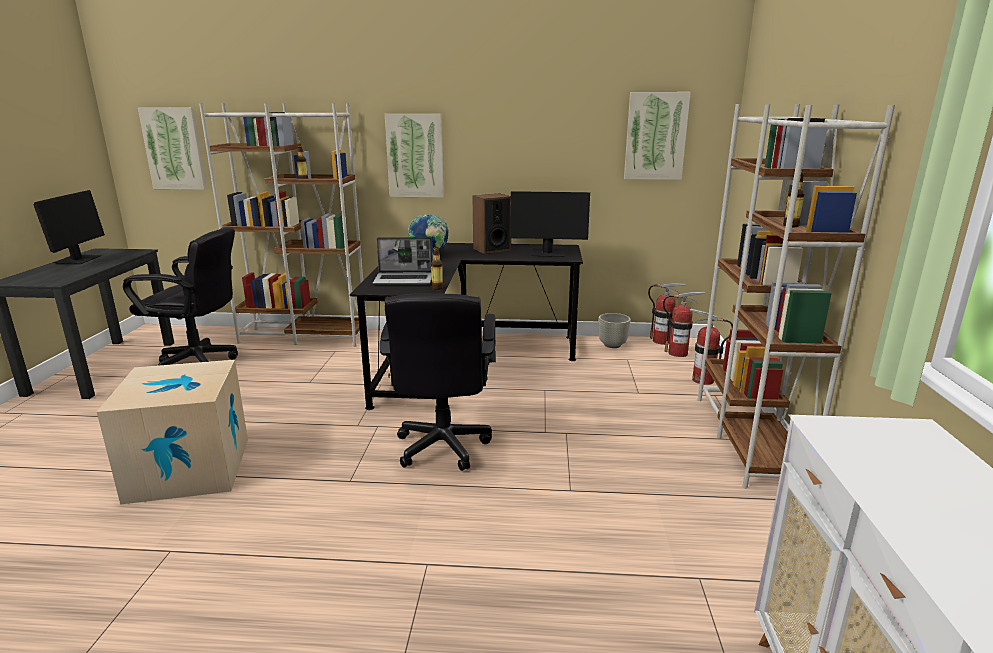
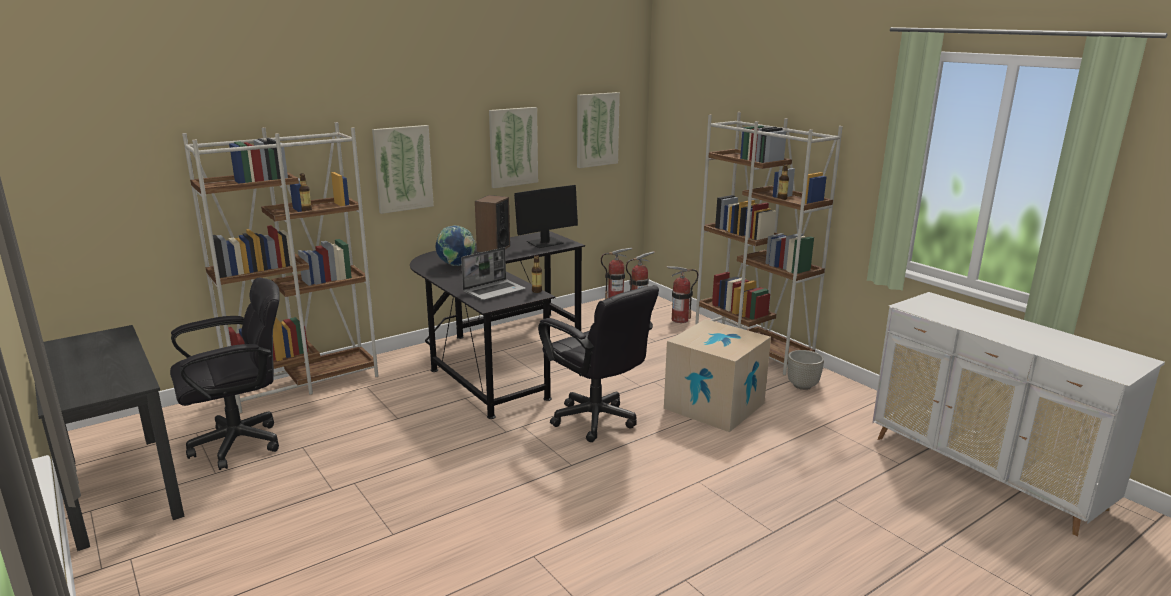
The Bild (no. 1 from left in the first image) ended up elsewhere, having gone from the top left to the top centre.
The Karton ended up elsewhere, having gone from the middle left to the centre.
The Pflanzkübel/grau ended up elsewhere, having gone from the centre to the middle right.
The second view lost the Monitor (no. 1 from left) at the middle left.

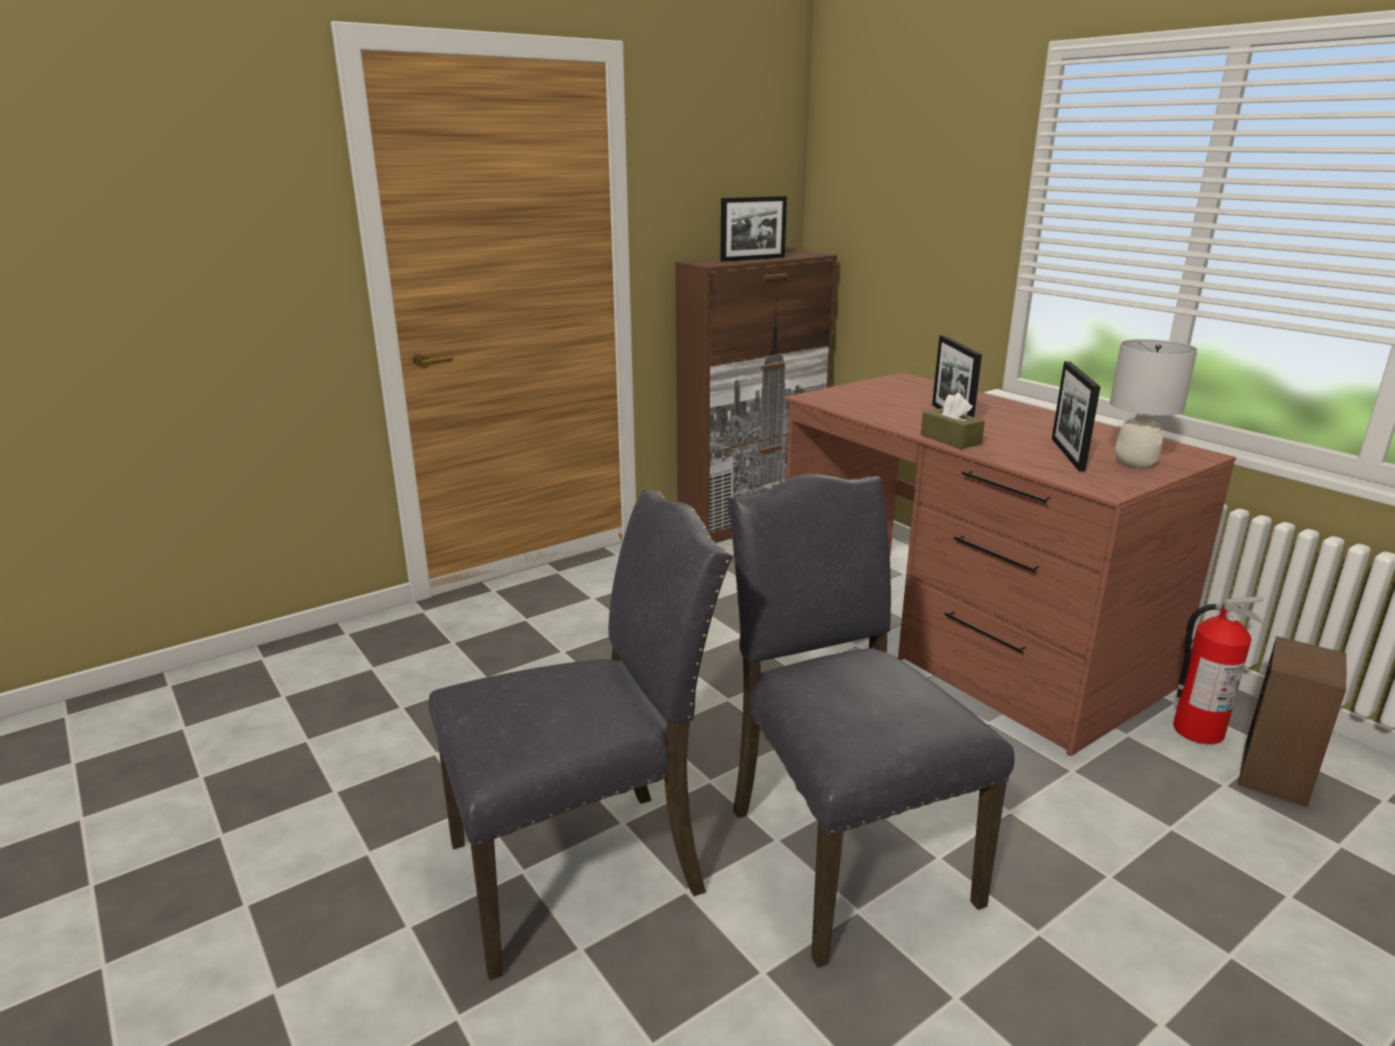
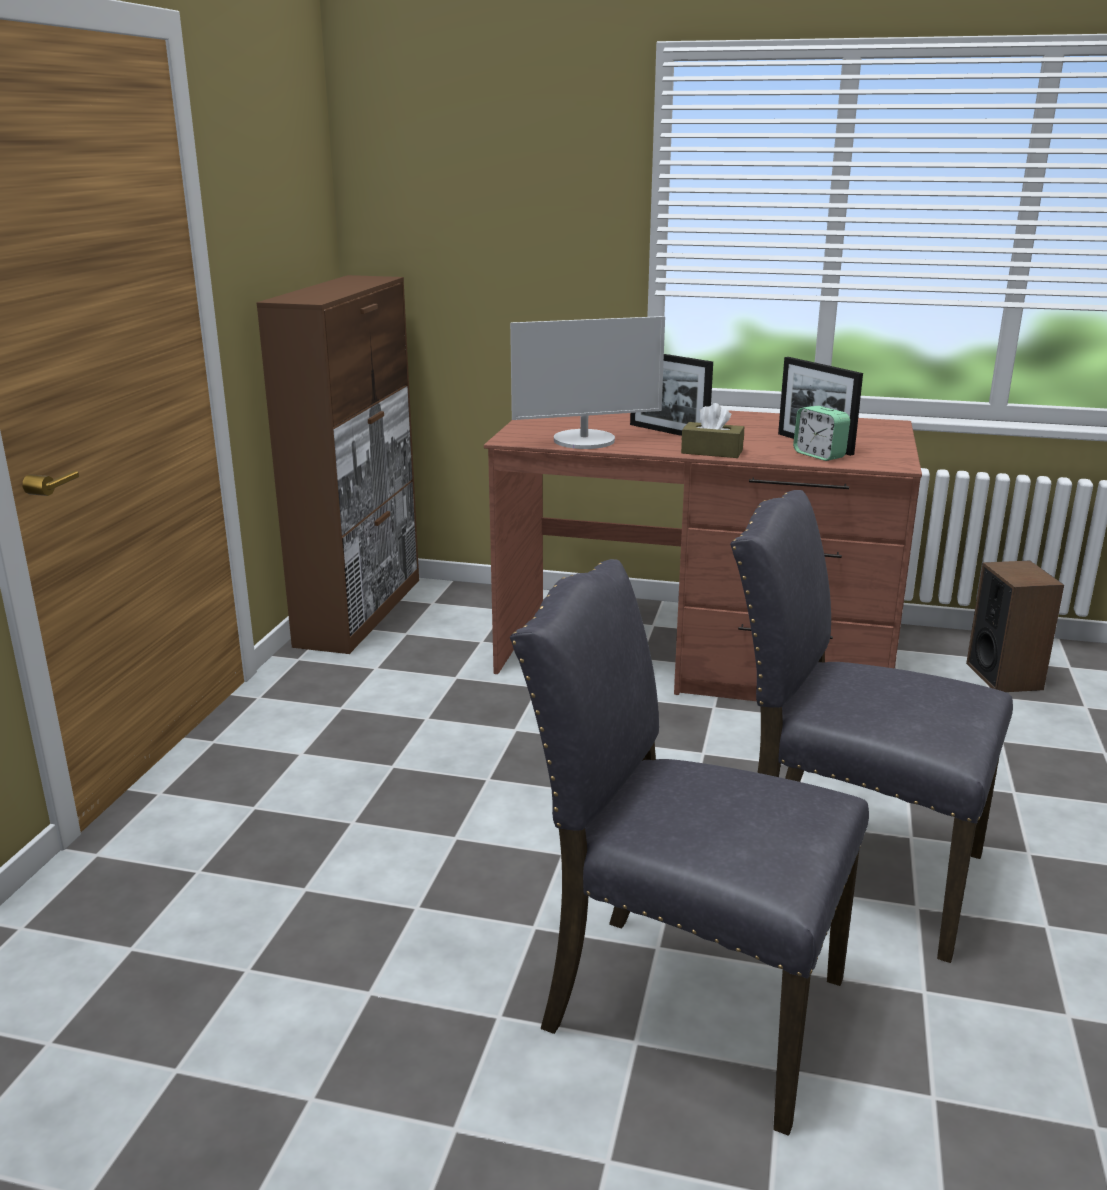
The second view gained the Monitor at the top centre.
The Stuhl/grau (no. 1 from left) at the bottom centre ended up facing another way, 90 degrees counterclockwise from before.
The second view gained the Wecker at the middle right.
The second view lost the Bilderrahmen (no. 1 from left) at the top centre.
The second view lost the Tischlampe/grau at the middle right.
The second view lost the Feuerlöscher at the middle right.

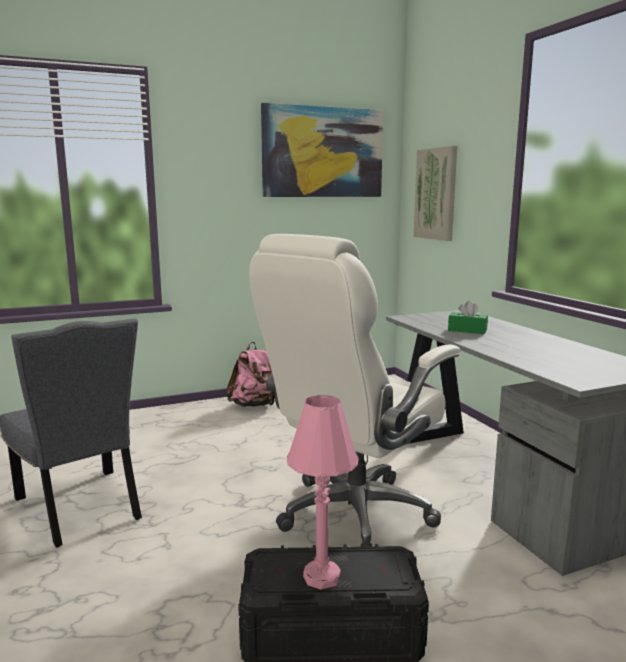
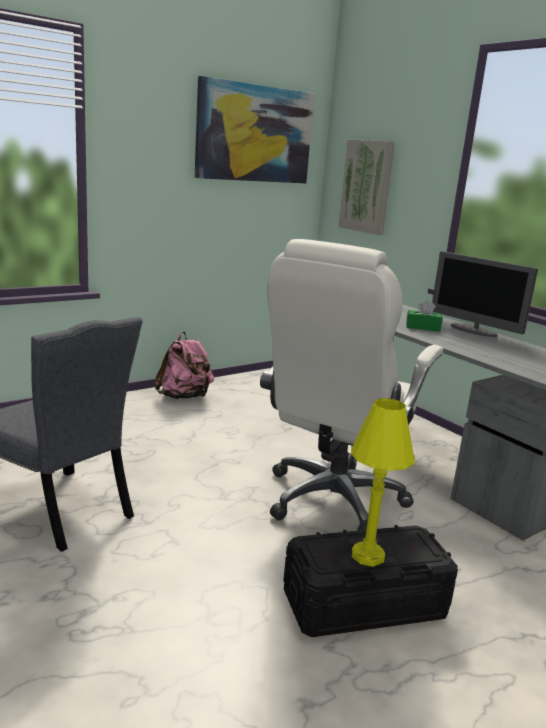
What was the Tischlampe/rosa at the bottom centre turned into the Tischlampe/gelb at the middle right.
The second view gained the Monitor at the middle right.

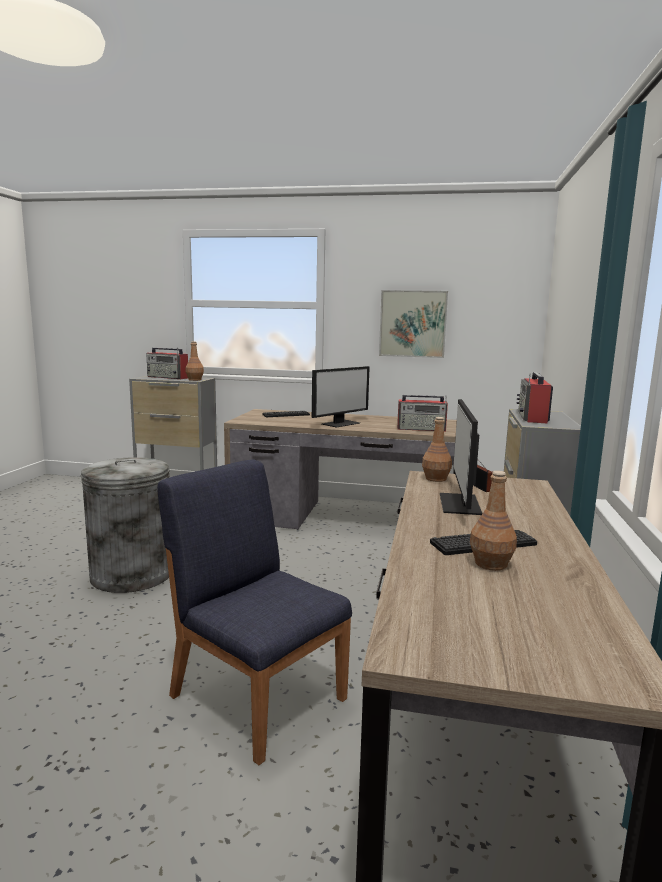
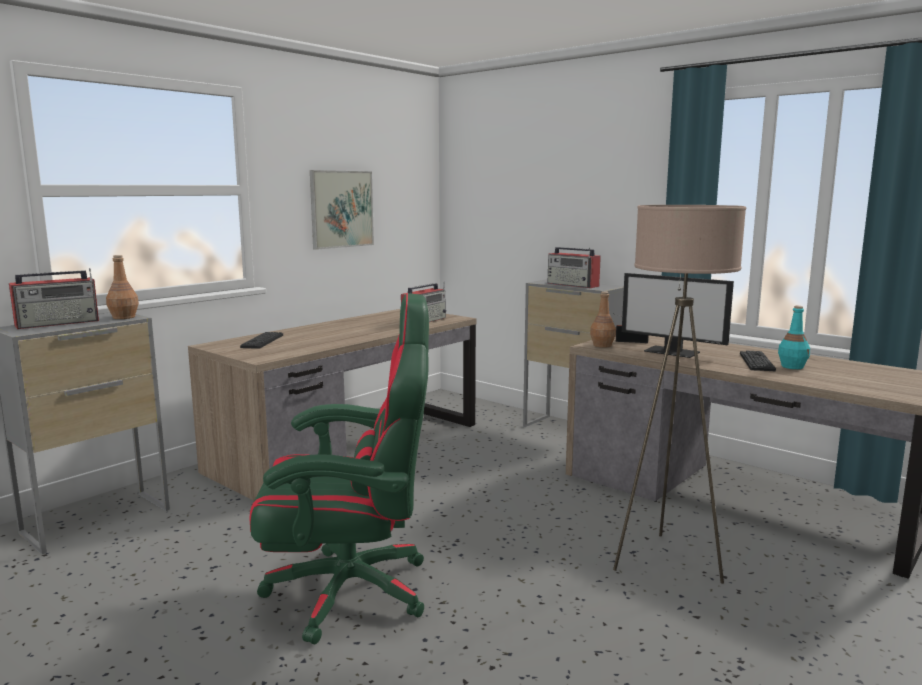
Where the Mülleimer/grau stood at the middle left, the Bürostuhl/grün came to stand at the bottom centre.
Where the Stuhl/blau stood at the bottom centre, the Stehlampe/beige came to stand at the middle right.
What was the Flasche/braun (no. 3 from left) at the middle right turned into the Flasche/türkis at the middle right.
The second view lost the Monitor (no. 1 from left) at the centre.

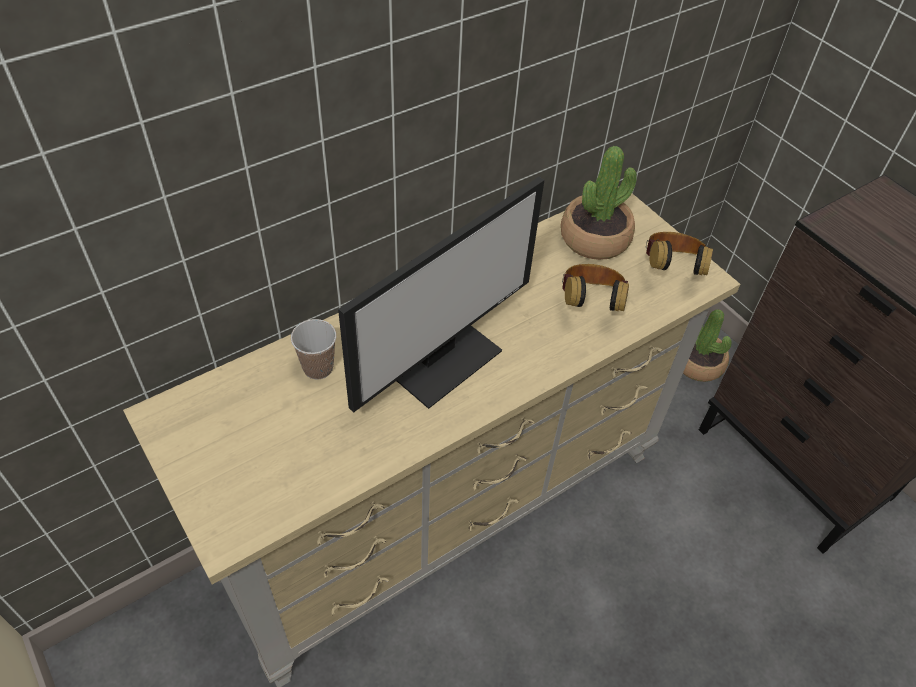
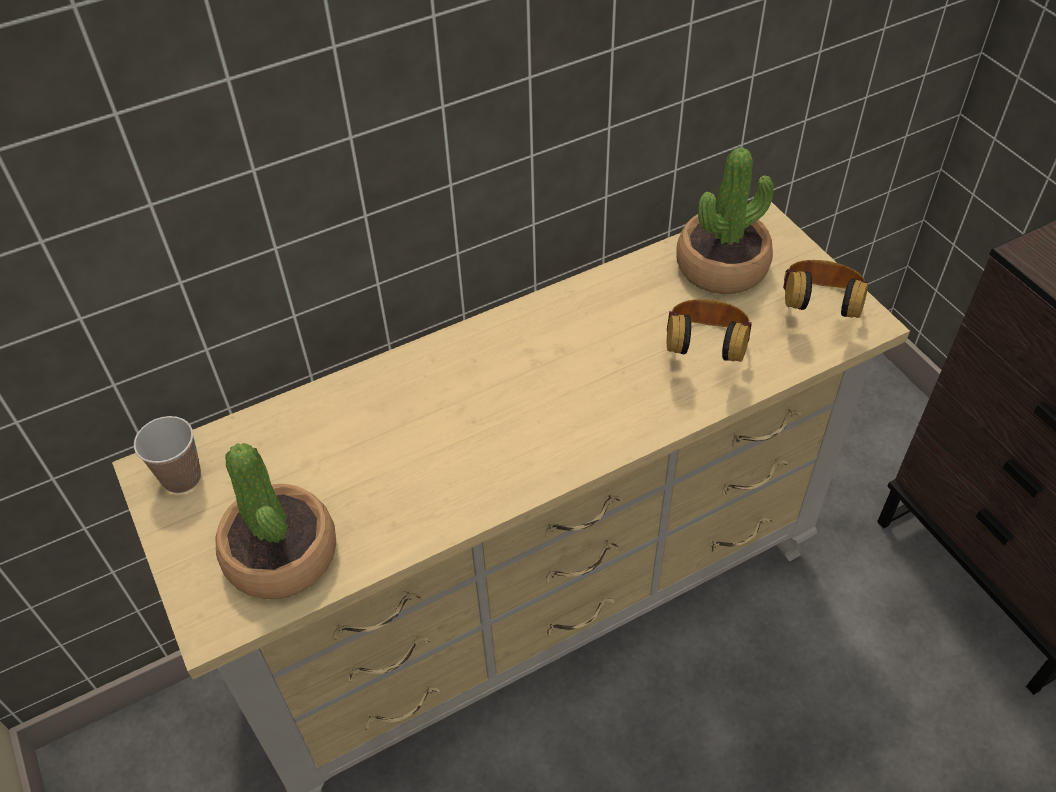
The Tasse ended up elsewhere, having gone from the centre to the middle left.
The Topfpflanze (no. 2 from left in the first image) ended up elsewhere, having gone from the middle right to the middle left.
The second view lost the Monitor at the centre.

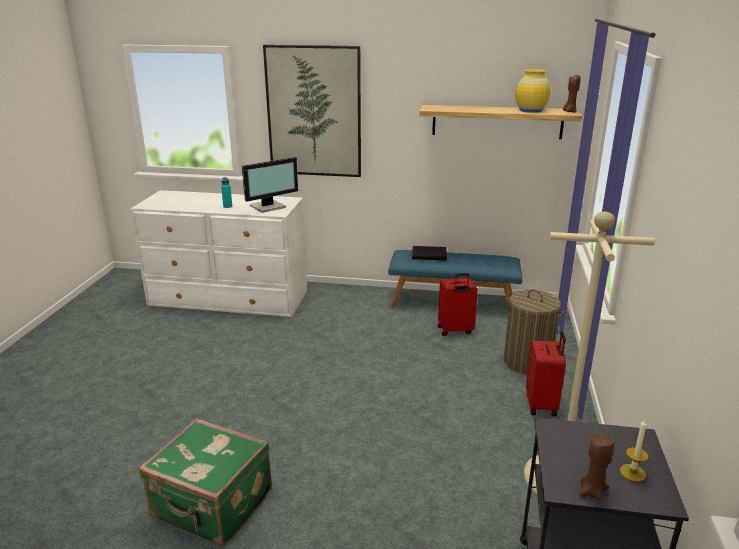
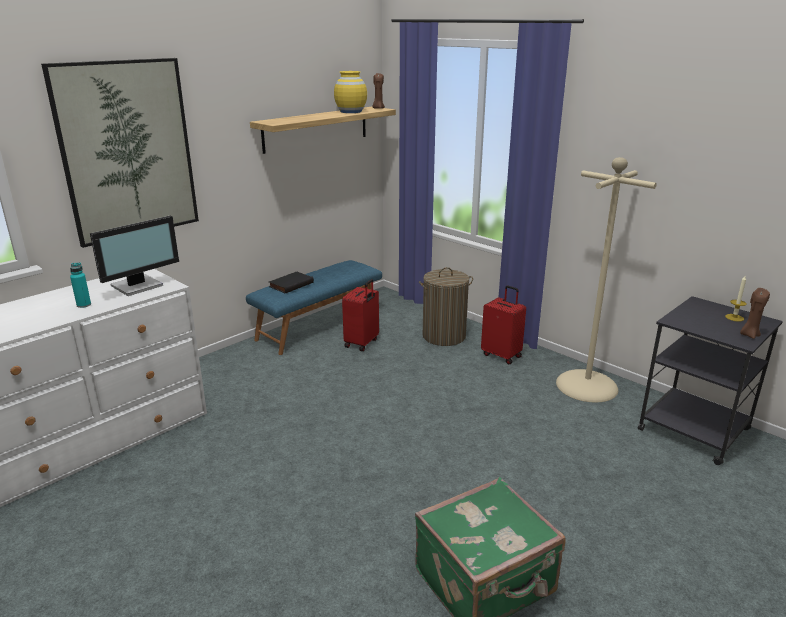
The Monitor at the centre ended up facing another way, 45 degrees clockwise from before.

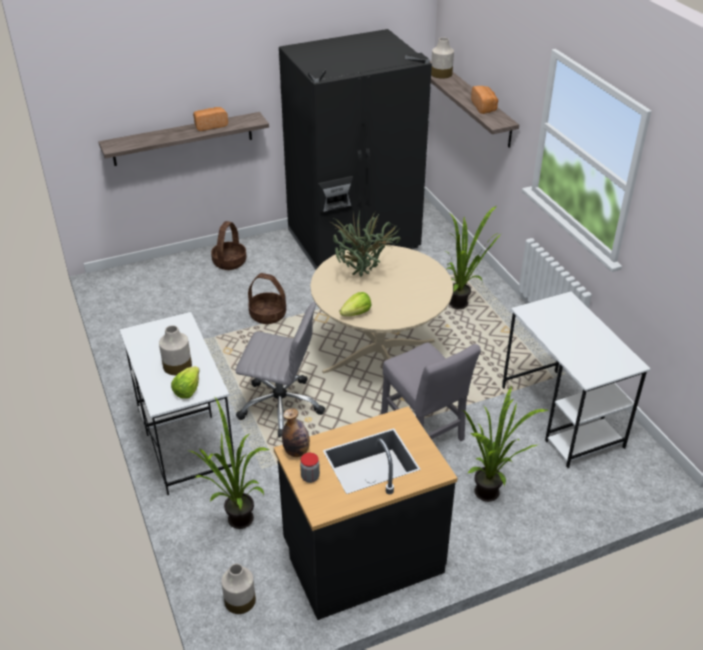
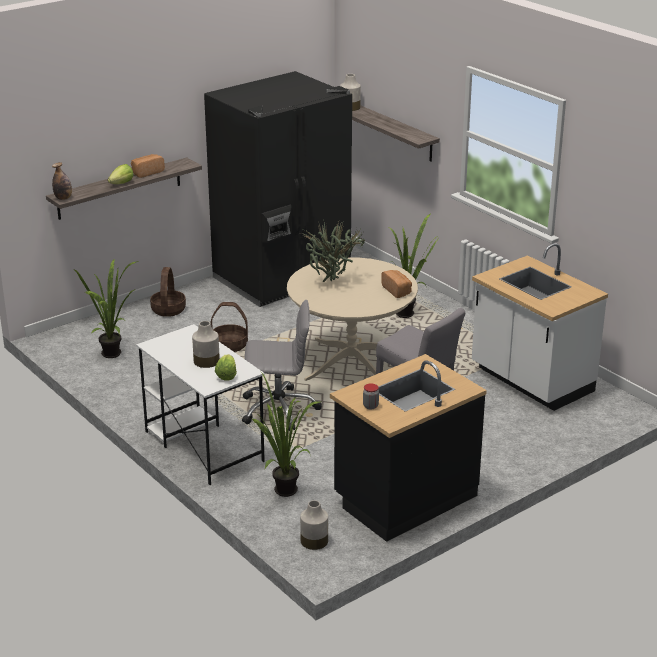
The Flasche ended up elsewhere, having gone from the centre to the top left.
The Topfpflanze (no. 4 from left in the first image) ended up elsewhere, having gone from the bottom right to the middle left.
The Salatkopf (no. 2 from left in the first image) ended up elsewhere, having gone from the centre to the top left.
The Brot (no. 2 from left) ended up elsewhere, having gone from the top right to the centre.
Where the Schreibtisch/weiß (no. 2 from left) stood at the middle right, the Küchenzeile/weiß came to stand at the middle right.

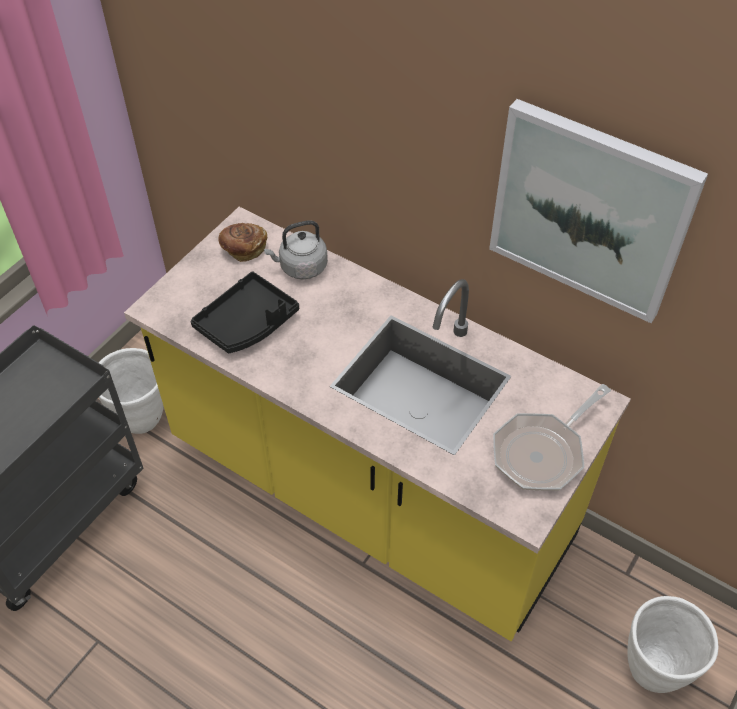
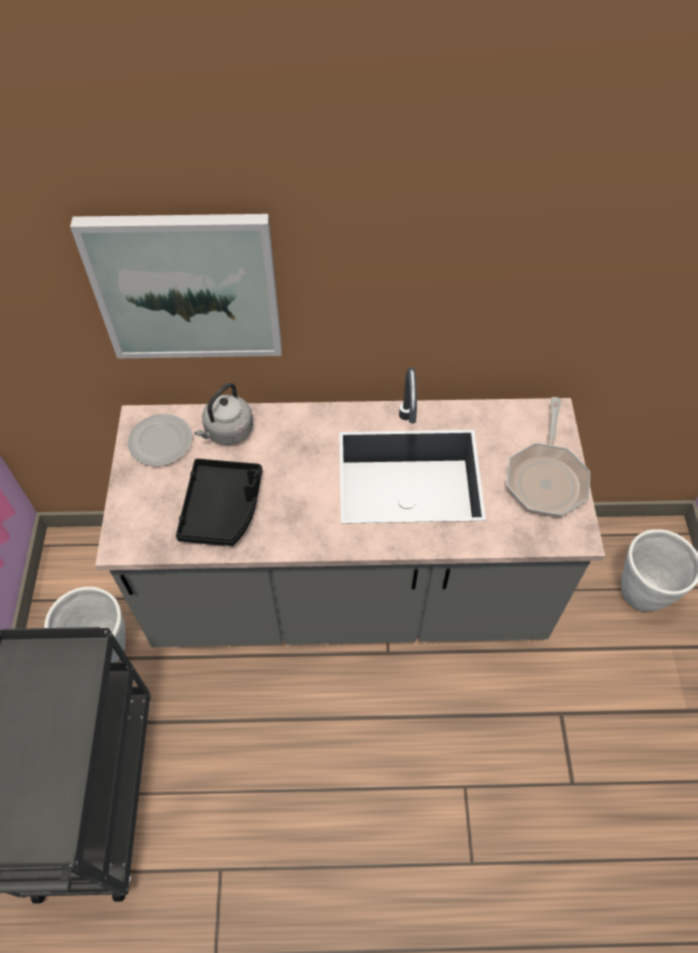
The Bild ended up elsewhere, having gone from the top right to the top left.
What was the Küchenzeile/gelb at the centre turned into the Küchenzeile/grau at the centre.
Where the Brot stood at the middle left, the Teller came to stand at the middle left.

